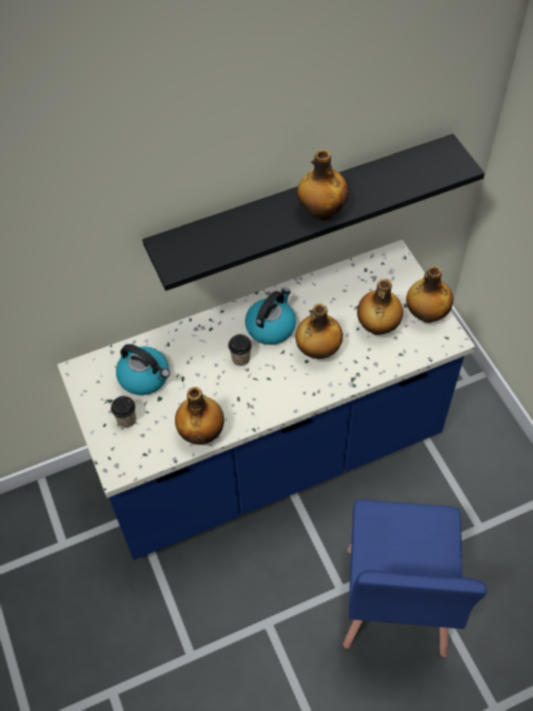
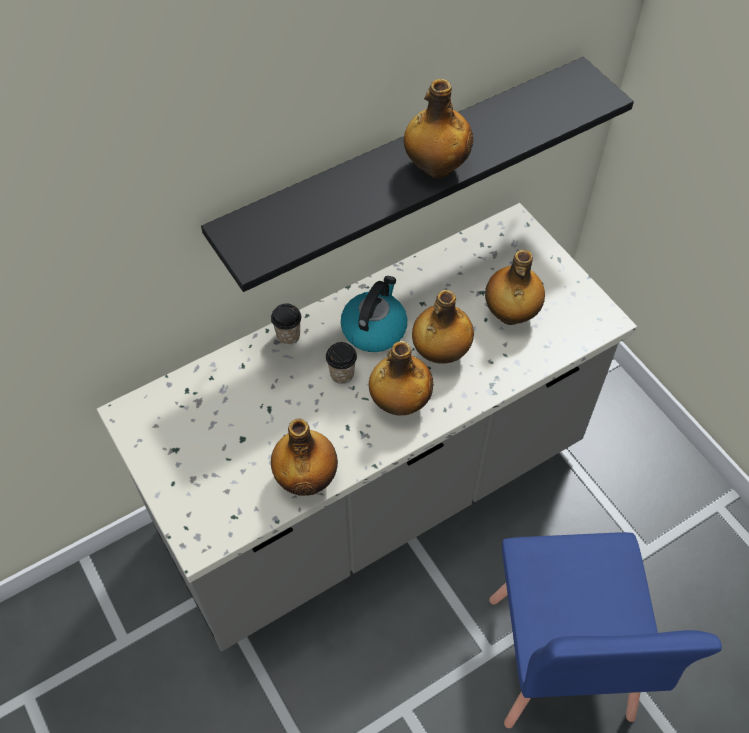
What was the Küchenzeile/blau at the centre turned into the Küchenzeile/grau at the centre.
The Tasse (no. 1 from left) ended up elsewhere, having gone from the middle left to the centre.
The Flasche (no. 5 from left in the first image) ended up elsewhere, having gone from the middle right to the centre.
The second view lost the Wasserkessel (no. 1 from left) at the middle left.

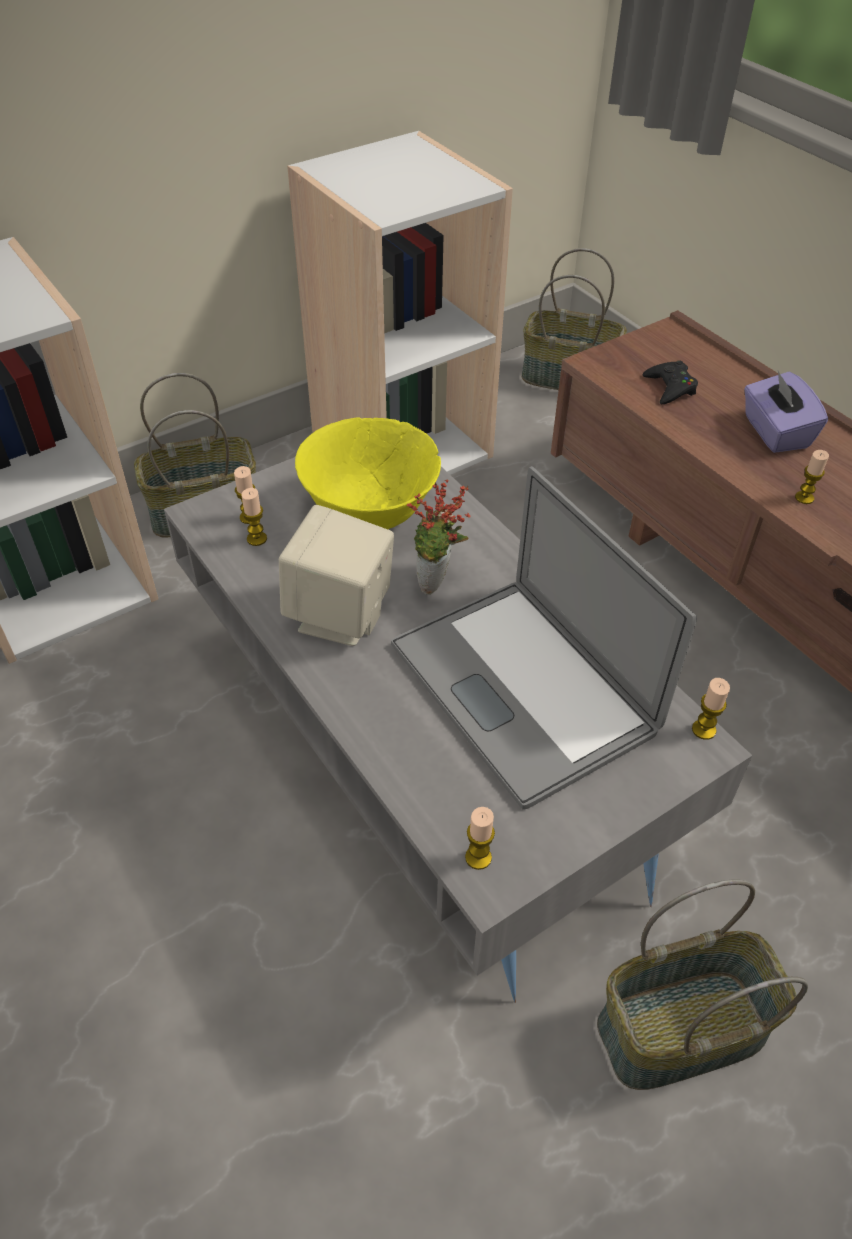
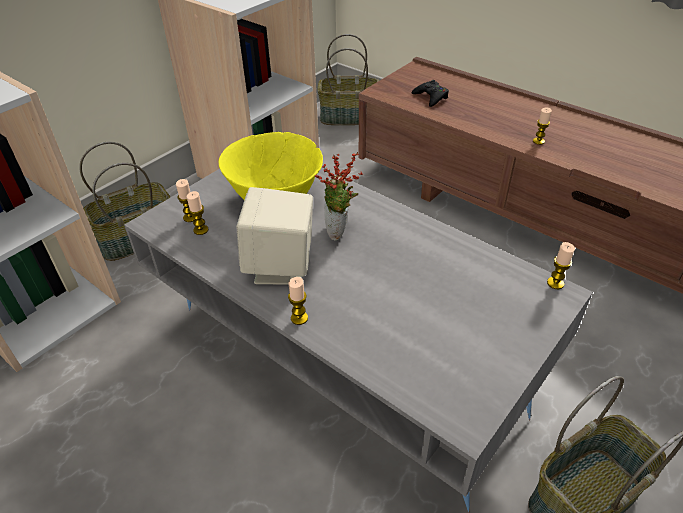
The Kerze (no. 3 from left) ended up elsewhere, having gone from the bottom centre to the centre.
The second view lost the Laptop at the centre.
The second view lost the Taschentuchbox/lila at the top right.

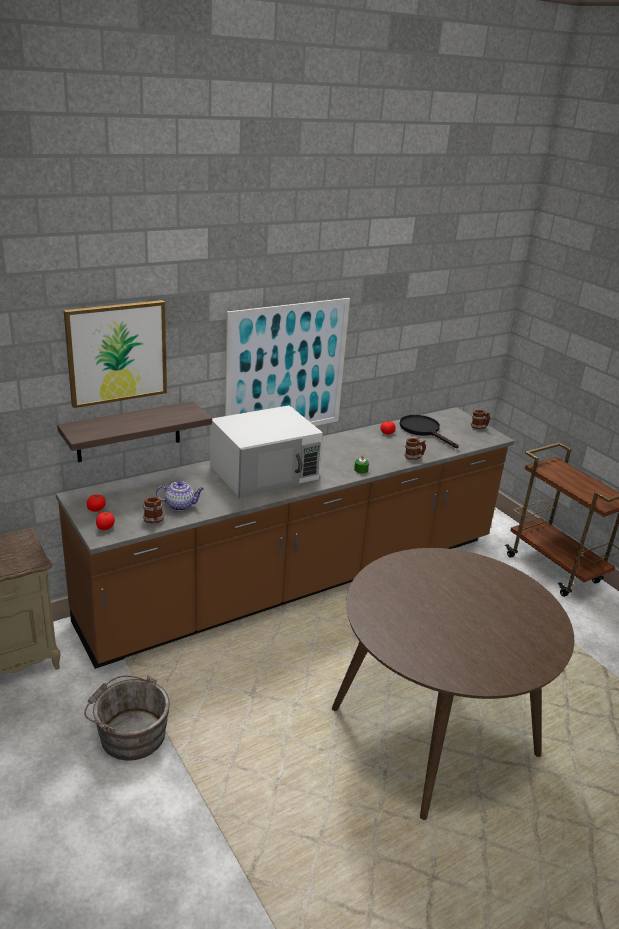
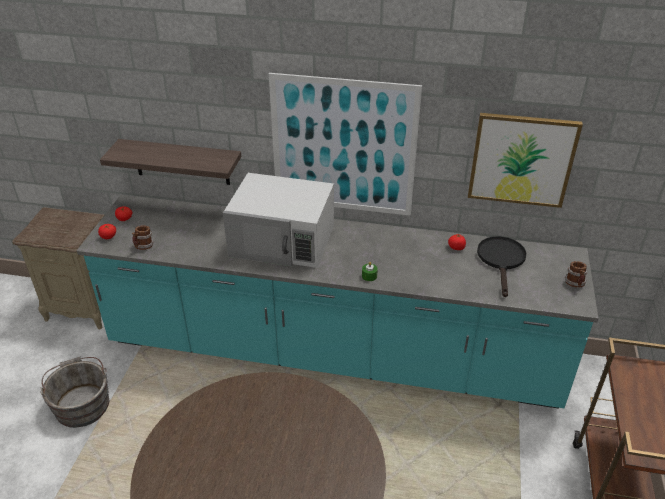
What was the Küchenzeile/braun at the centre turned into the Küchenzeile/türkis at the centre.
The Bild (no. 1 from left in the first image) ended up elsewhere, having gone from the middle left to the top right.
The second view lost the Teekanne at the middle left.
The second view lost the Henkelbecher (no. 2 from left) at the middle right.

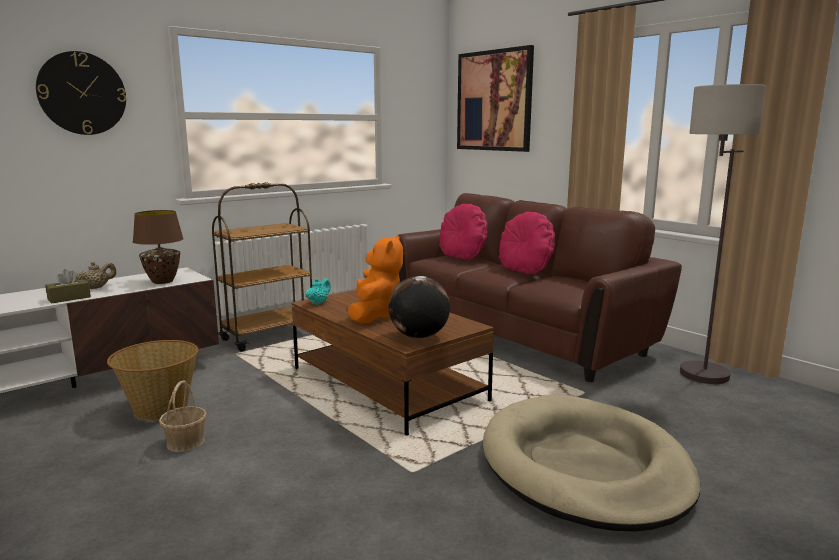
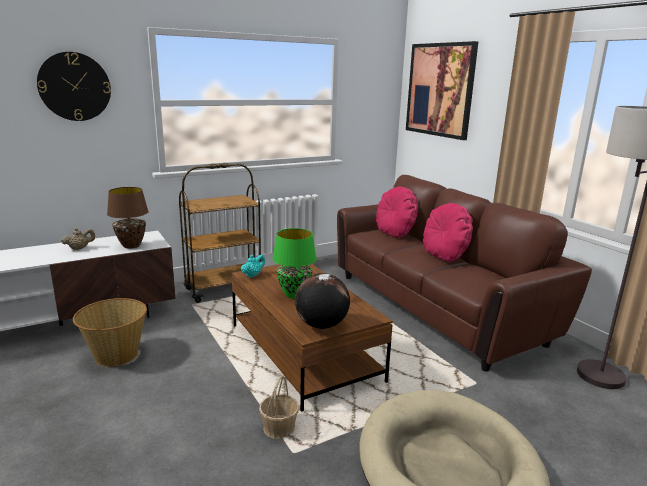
The Korb (no. 2 from left) ended up elsewhere, having gone from the bottom left to the bottom centre.
Where the Plüschtier/orange stood at the centre, the Tischlampe/grün came to stand at the centre.
The second view lost the Taschentuchbox/braun at the middle left.

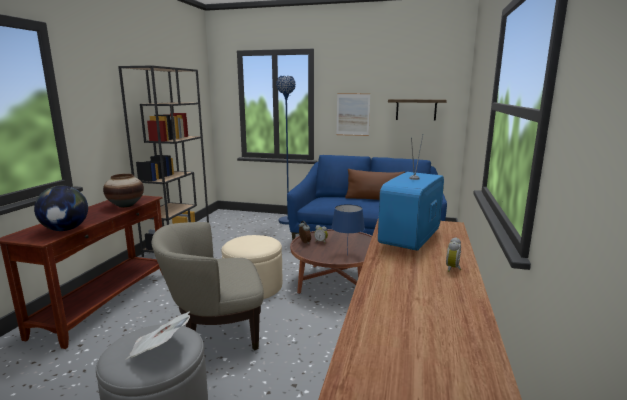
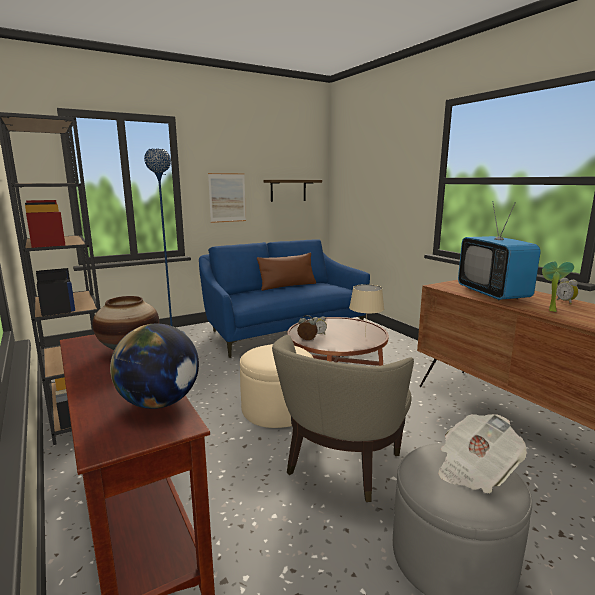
What was the Tischlampe/blau at the centre turned into the Tischlampe/beige at the centre.
The second view gained the Topfpflanze at the middle right.

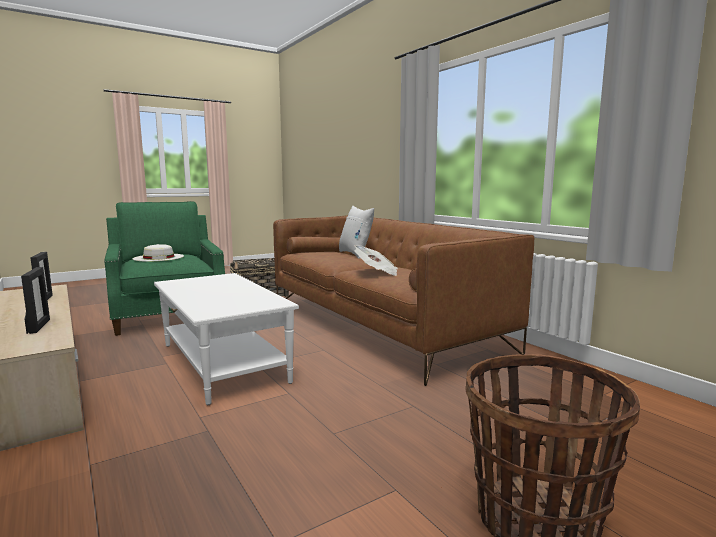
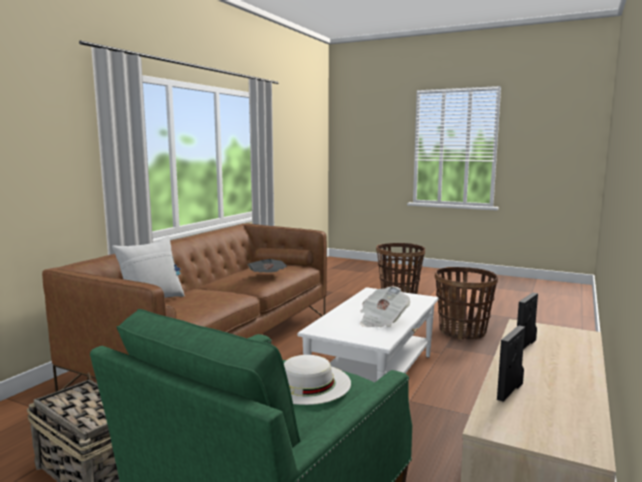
The second view gained the Zeitung (no. 2 from left) at the centre.
The second view gained the Korb (no. 3 from left) at the middle right.

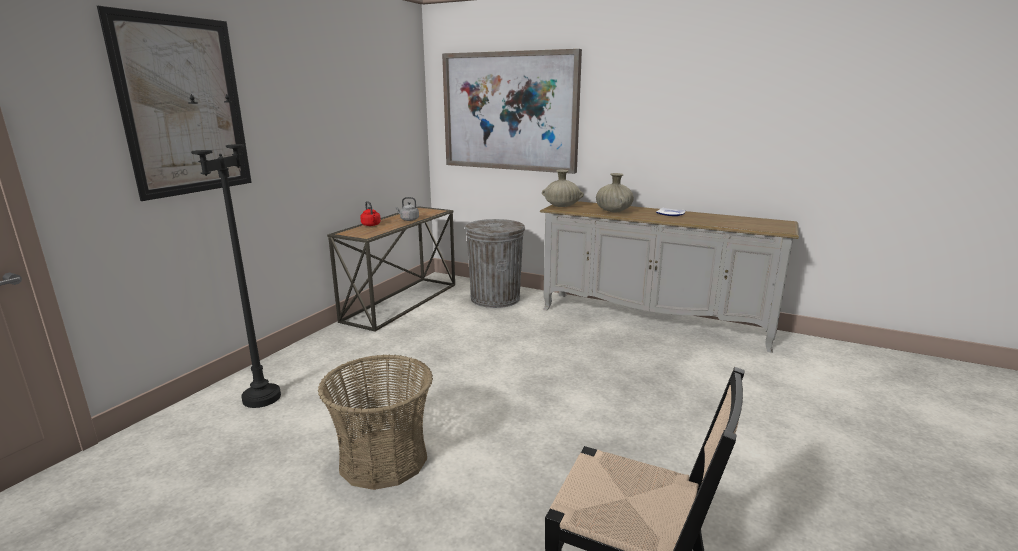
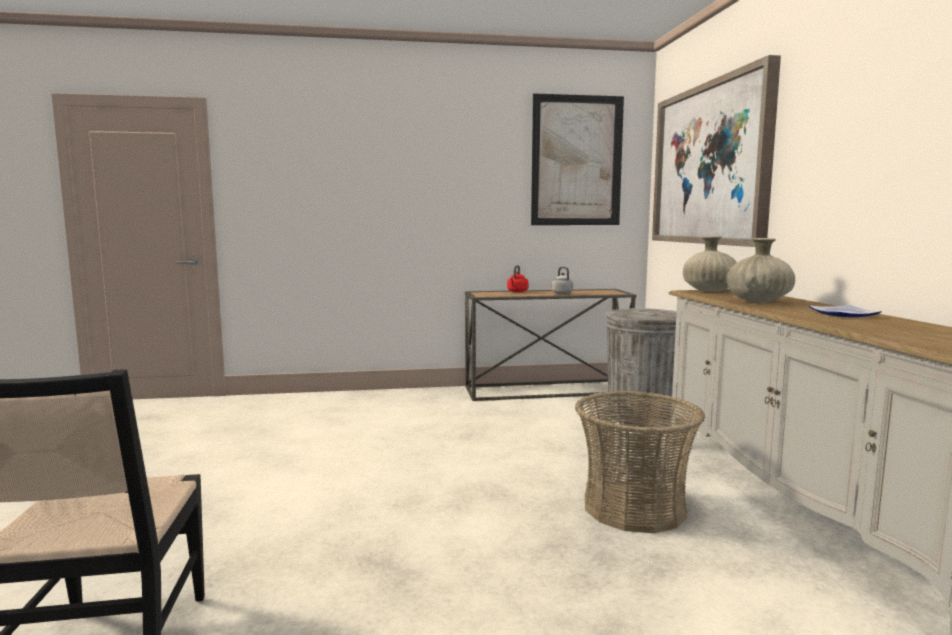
The Bild (no. 1 from left) ended up elsewhere, having gone from the top left to the top centre.
The Korb ended up elsewhere, having gone from the bottom centre to the bottom right.
The second view lost the Stehlampe/schwarz at the middle left.

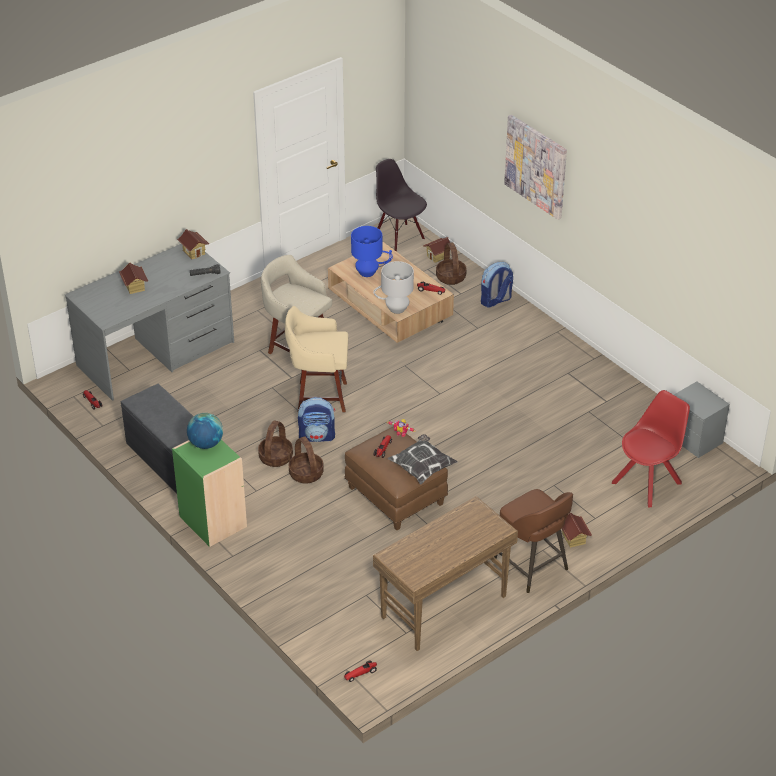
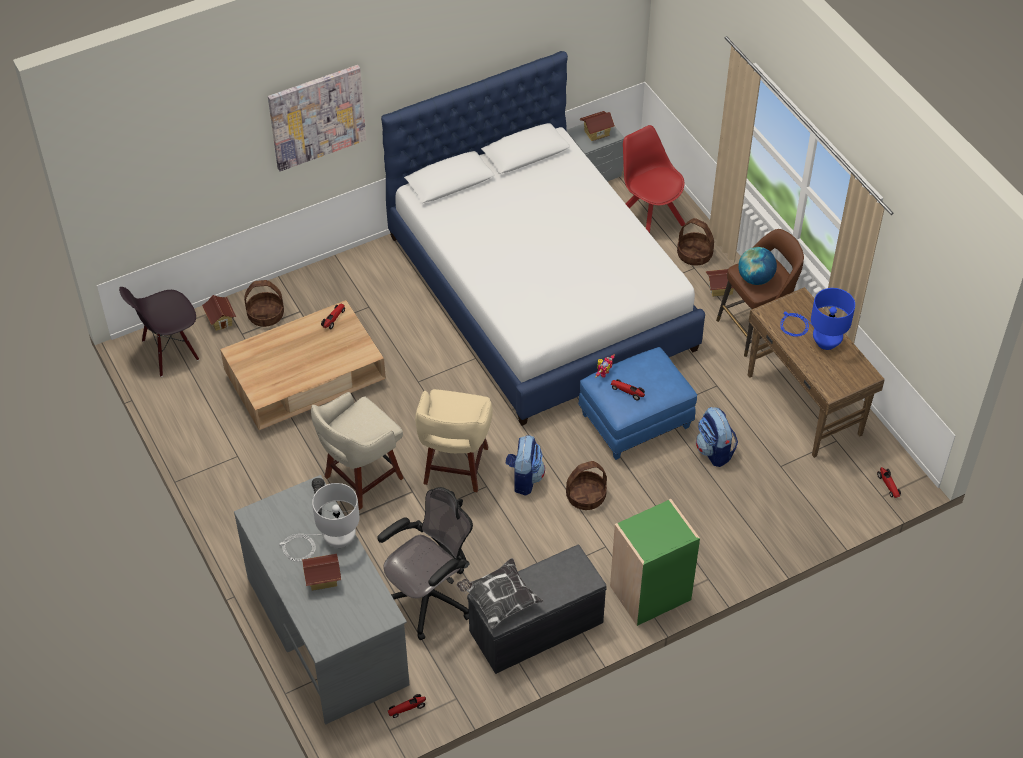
The Tischlampe/grau ended up elsewhere, having gone from the centre to the bottom left.
The second view gained the Bürostuhl at the bottom centre.
The second view gained the Bett/weiß at the top centre.
The Kissen ended up elsewhere, having gone from the centre to the bottom centre.
What was the Polsterhocker/braun at the centre turned into the Polsterhocker/blau at the centre.
The Spielzeughaus (no. 2 from left in the first image) ended up elsewhere, having gone from the top left to the top centre.
The Korb (no. 1 from left in the first image) ended up elsewhere, having gone from the centre to the top right.
The Rucksack (no. 2 from left) ended up elsewhere, having gone from the centre to the middle right.
The Globus ended up elsewhere, having gone from the middle left to the middle right.
The Tischlampe/blau ended up elsewhere, having gone from the top centre to the middle right.

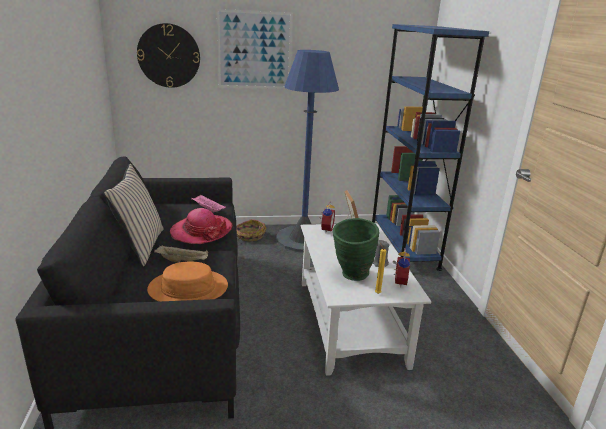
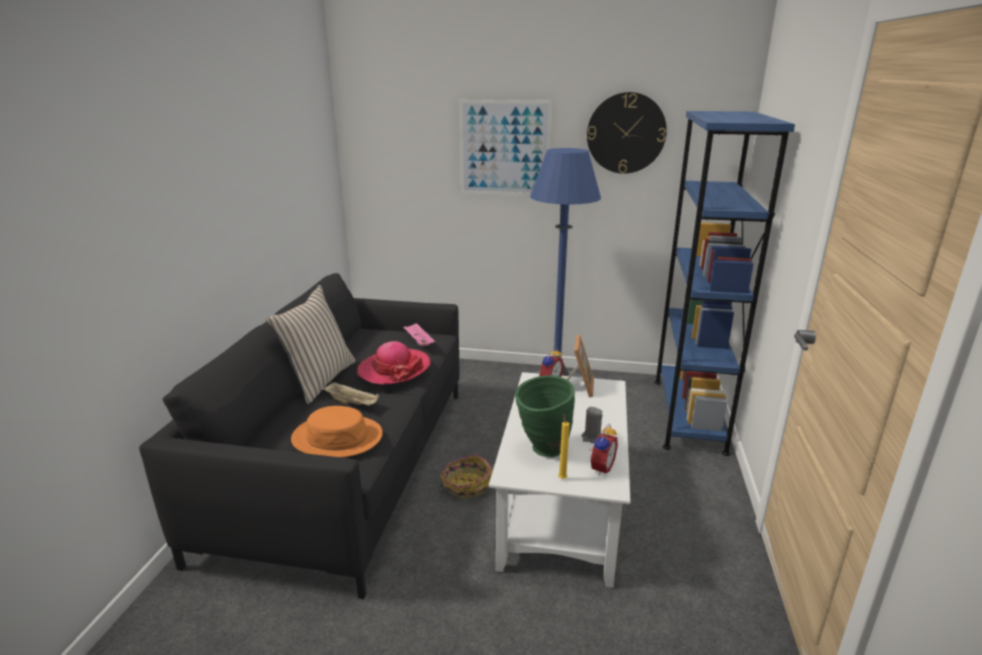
The Korb ended up elsewhere, having gone from the centre to the bottom centre.
The Wanduhr ended up elsewhere, having gone from the top left to the top centre.

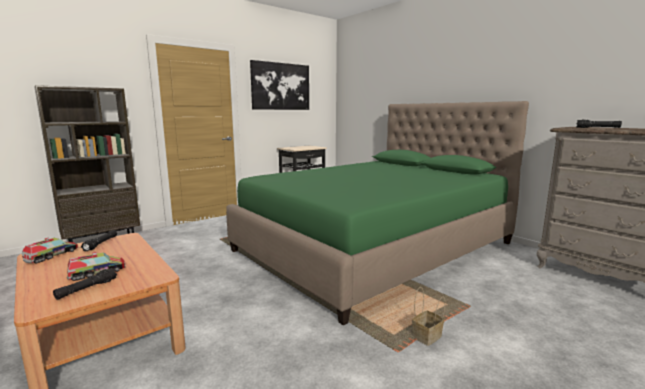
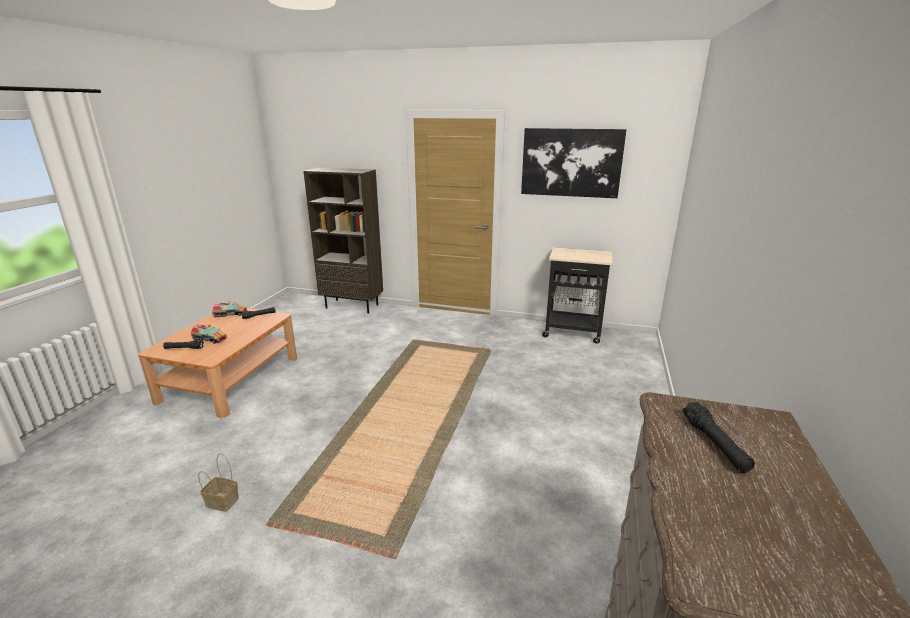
The Korb ended up elsewhere, having gone from the bottom centre to the bottom left.
The second view lost the Bett/grün at the centre.

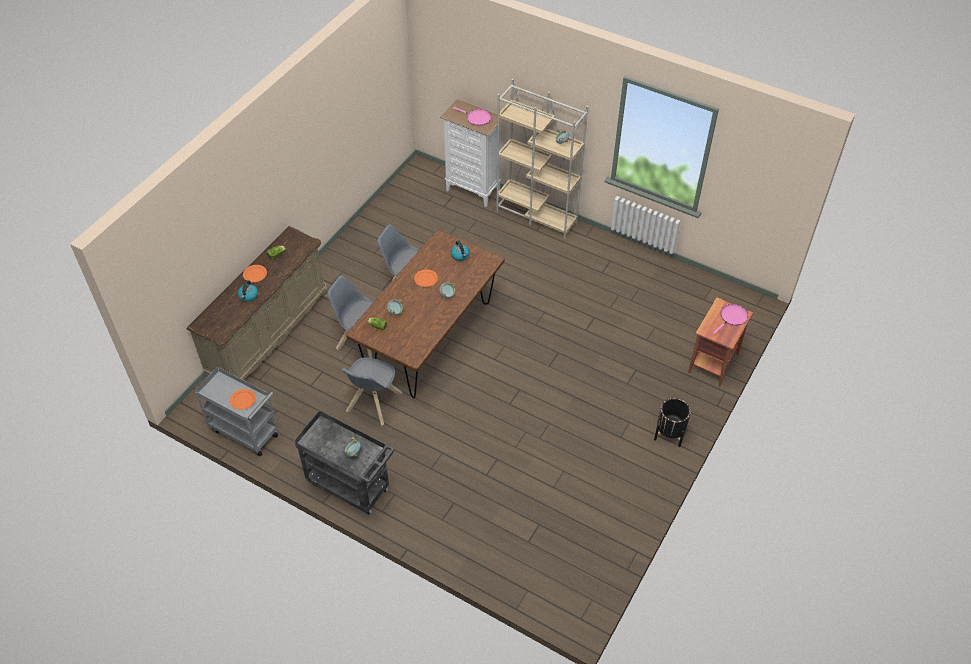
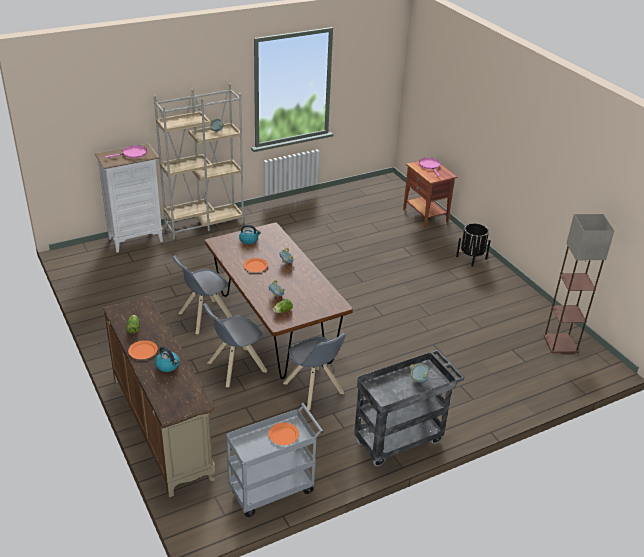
The second view gained the Stehlampe at the middle right.

